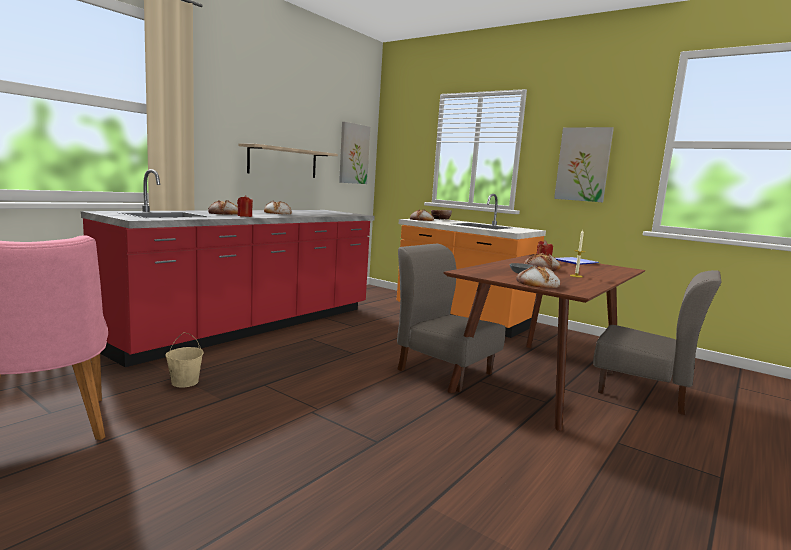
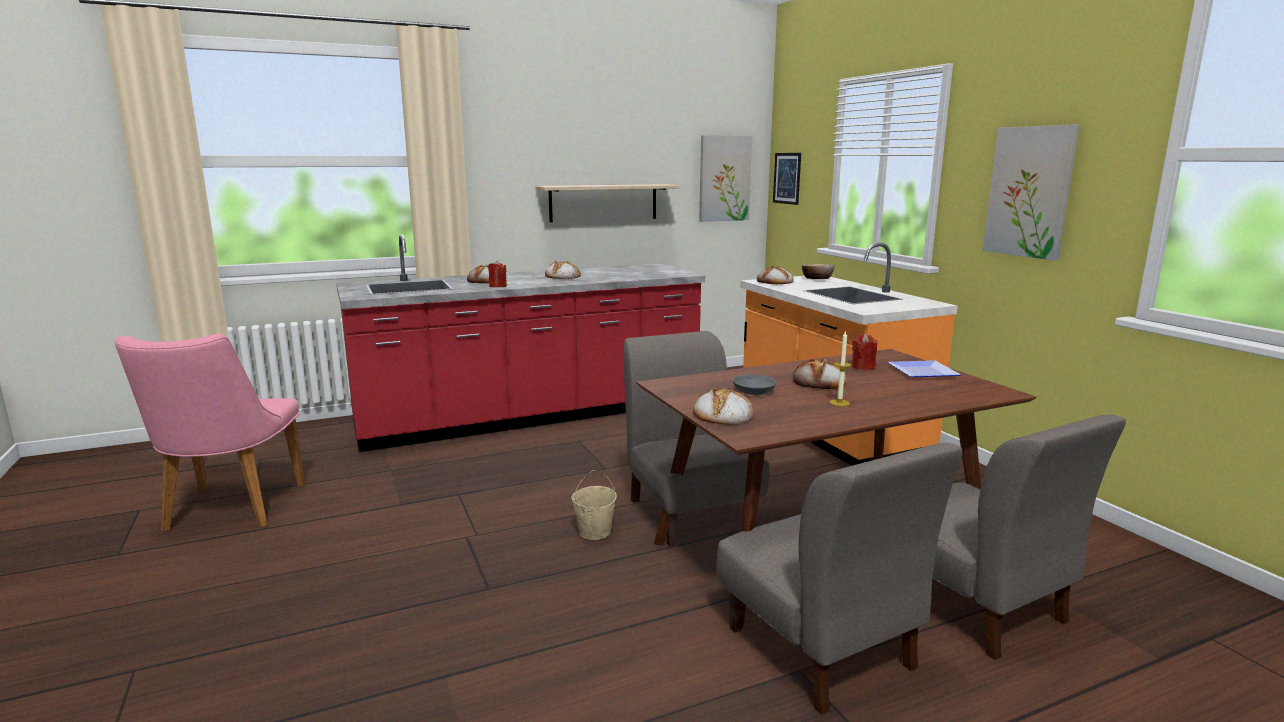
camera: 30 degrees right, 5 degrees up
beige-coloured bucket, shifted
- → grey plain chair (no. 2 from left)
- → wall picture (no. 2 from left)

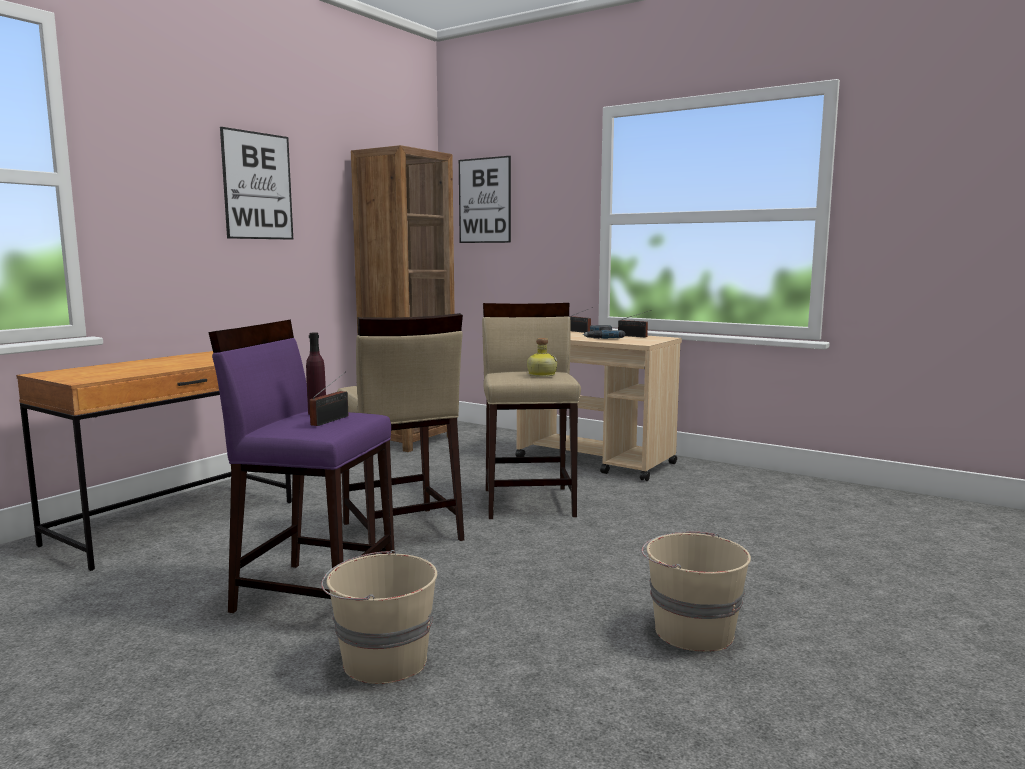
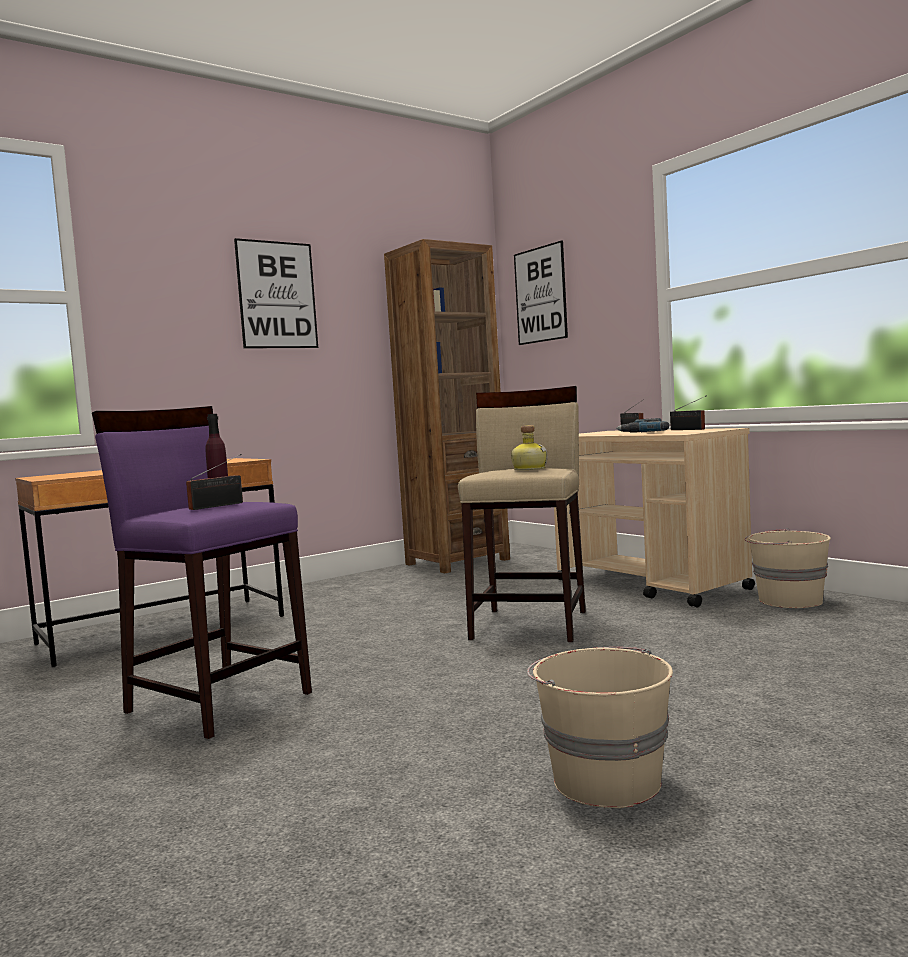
camera: 20 degrees right, 5 degrees down
beige-coloured bucket (no. 1 from left in the first image) → beige-coloured bucket (no. 2 from left), shifted
beige-coloured stool (no. 1 from left) → -

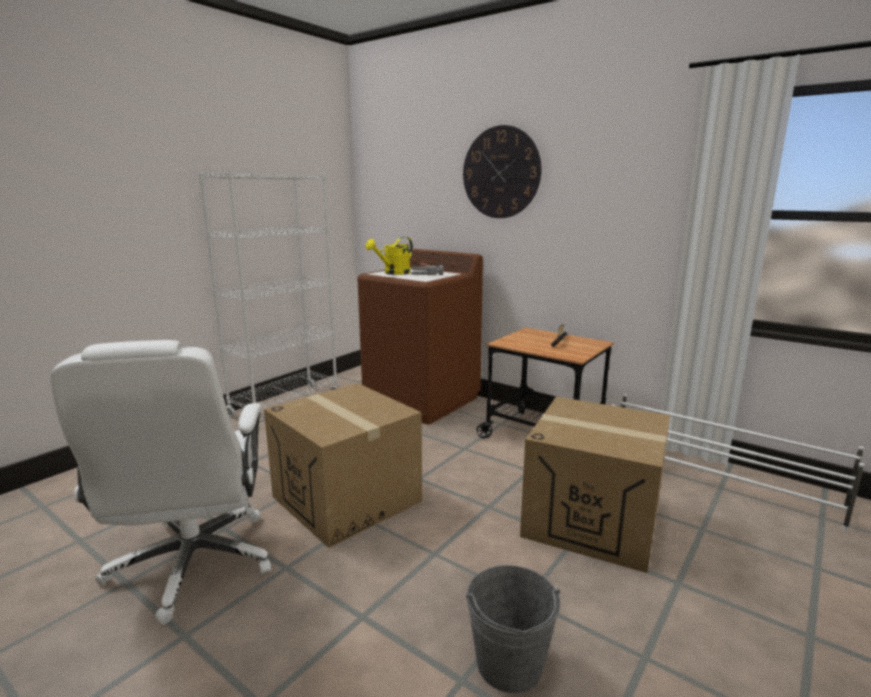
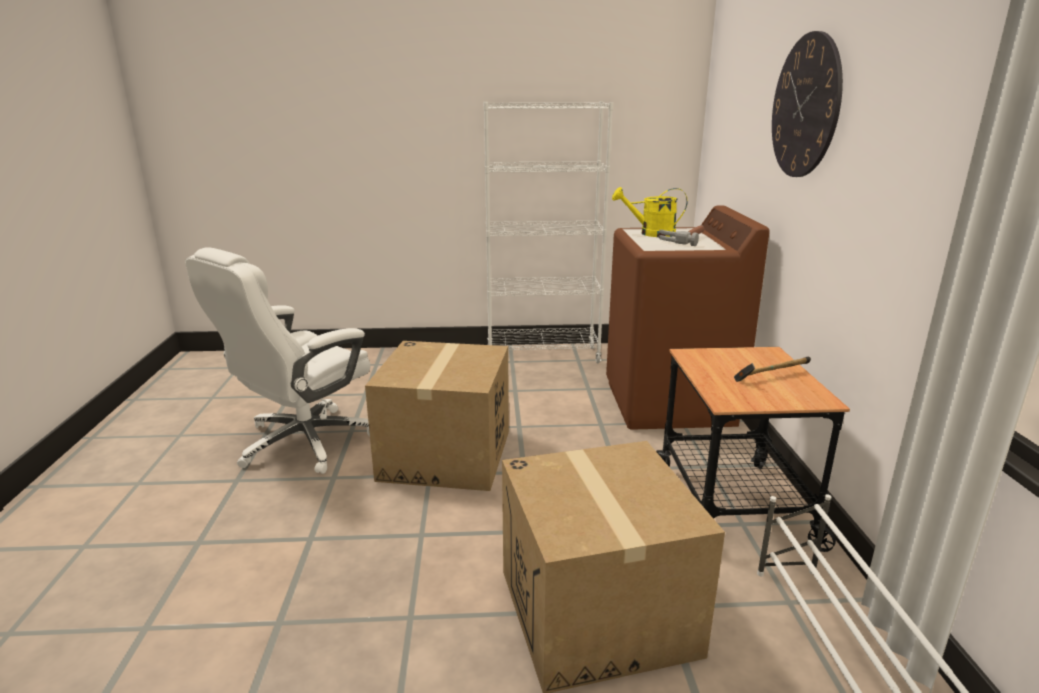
camera: 50 degrees right, 5 degrees up
grey bucket → -

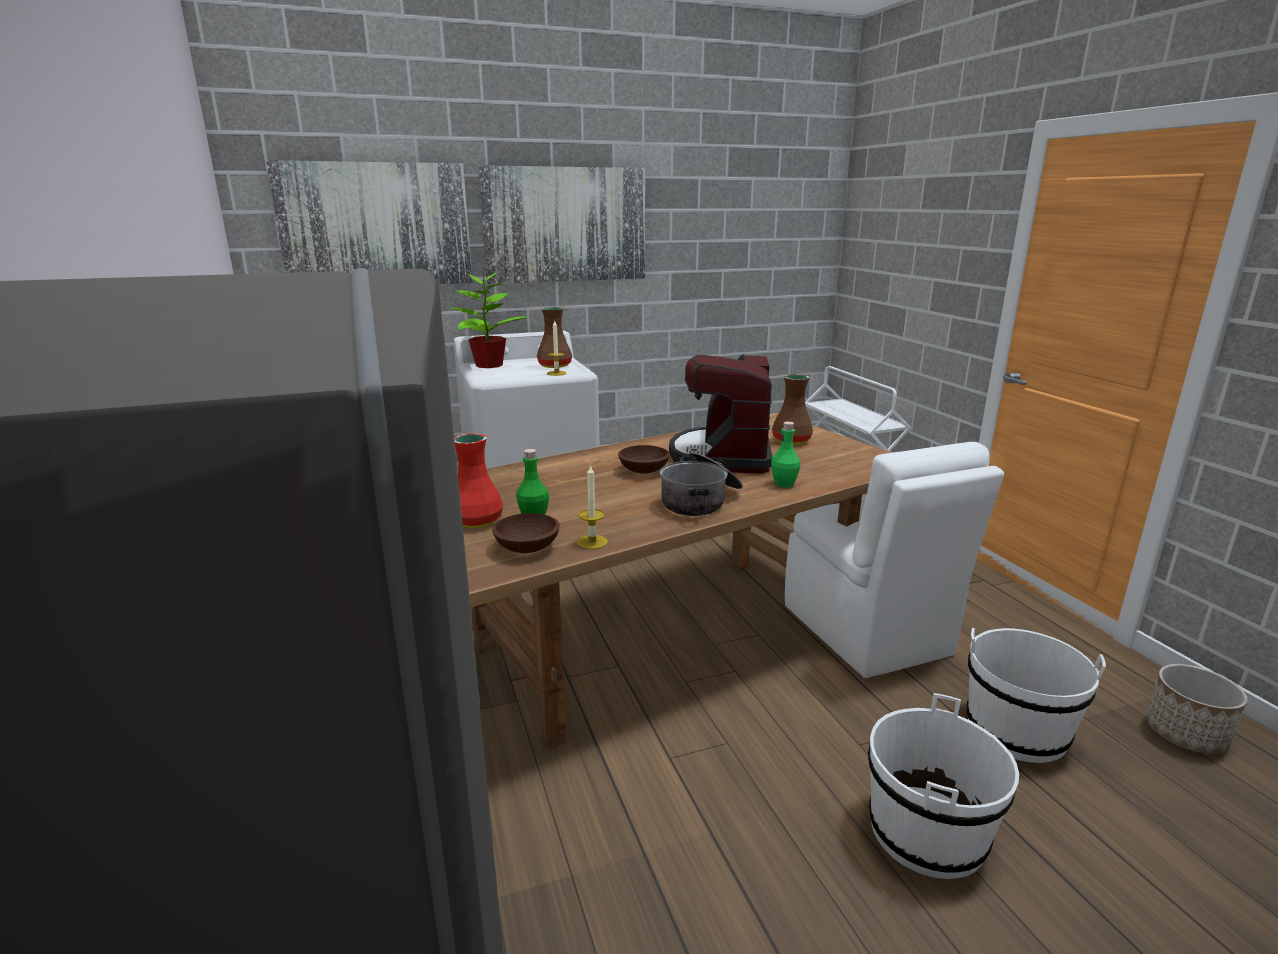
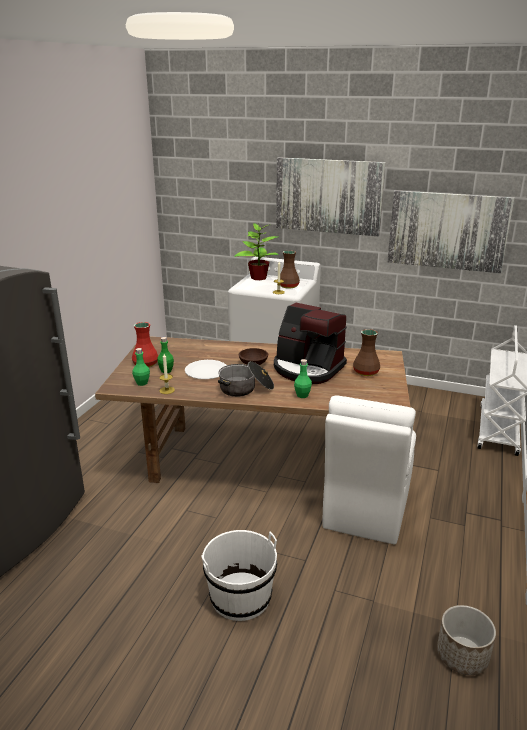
camera: 40 degrees right, 5 degrees up
brown bowl (no. 1 from left) → green beverage bottle (no. 1 from left)
- → white-coloured flat dish
coffee machine, 105 degrees counterclockwise
wall picture (no. 1 from left in the first image) → wall picture (no. 2 from left), shifted
white-coloured bucket (no. 2 from left) → -

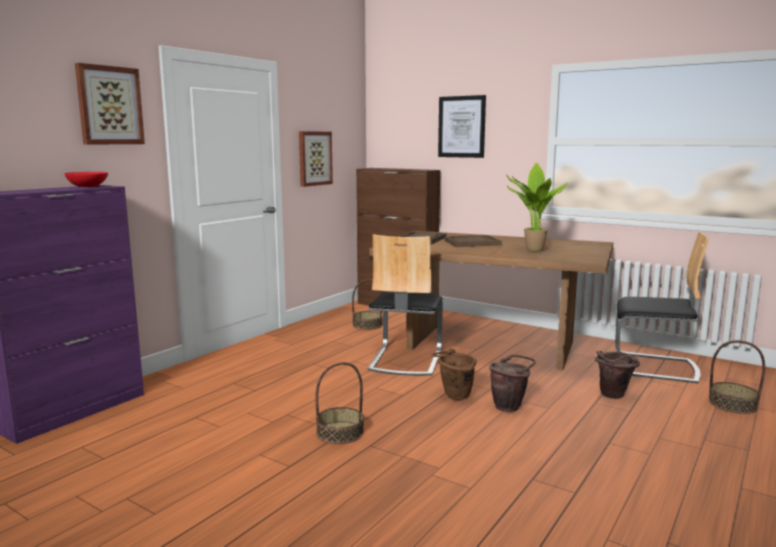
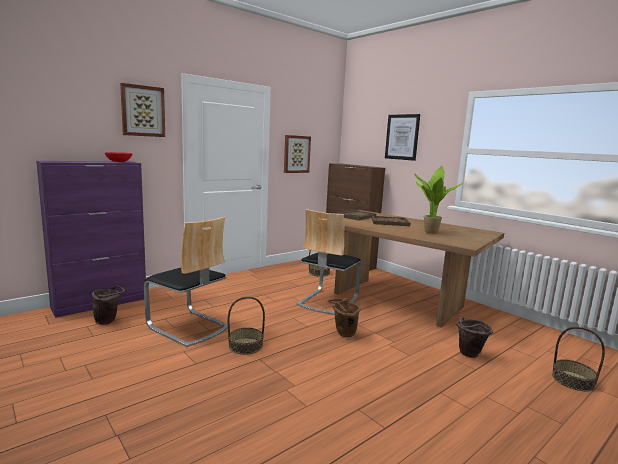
camera: 15 degrees right, 0 degrees up
brown bucket (no. 2 from left in the first image) → brown bucket (no. 1 from left), shifted
plain chair (no. 2 from left in the first image) → plain chair (no. 1 from left), shifted

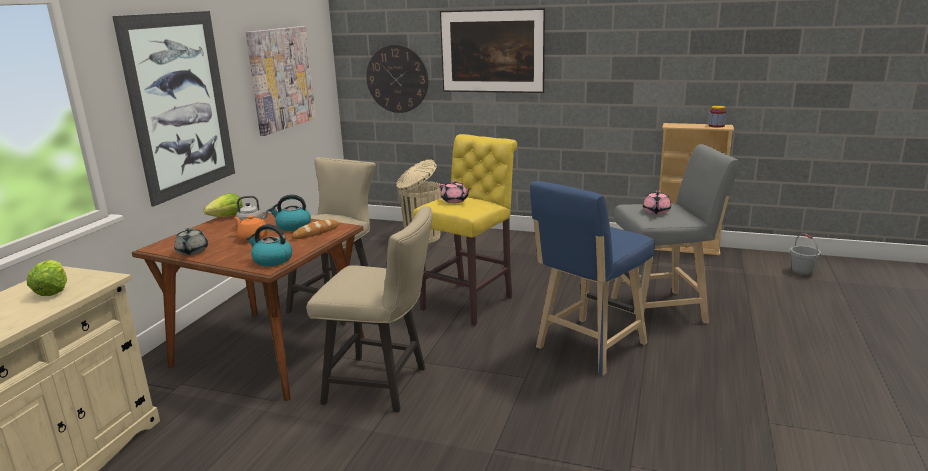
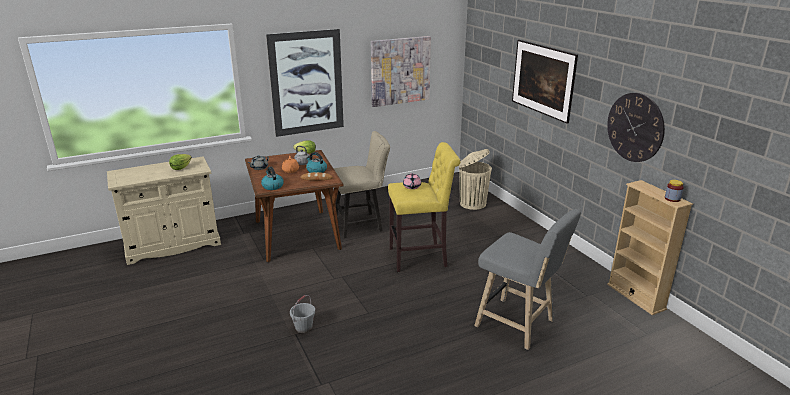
camera: 45 degrees right, 5 degrees up
grey bucket, shifted
wall clock, shifted
beige-coloured plain chair (no. 2 from left) → -
bluish stool → -
pink pot for tea (no. 2 from left) → -

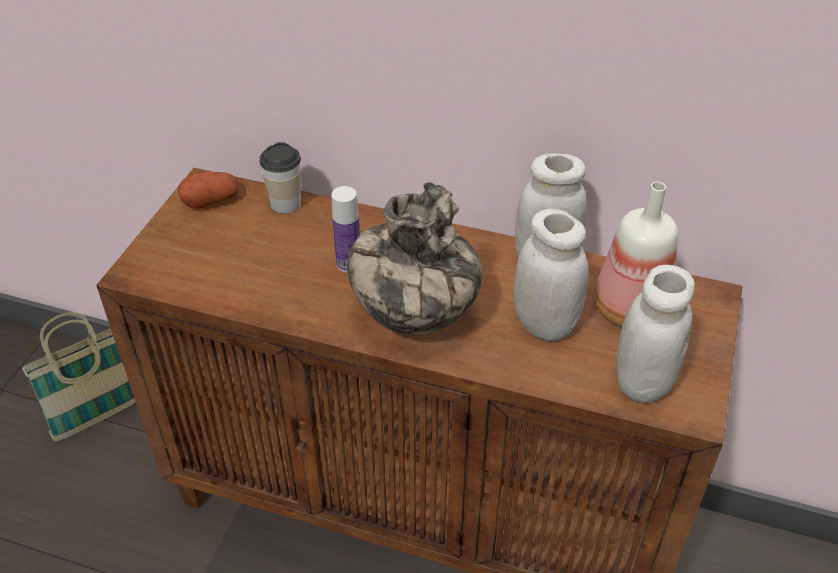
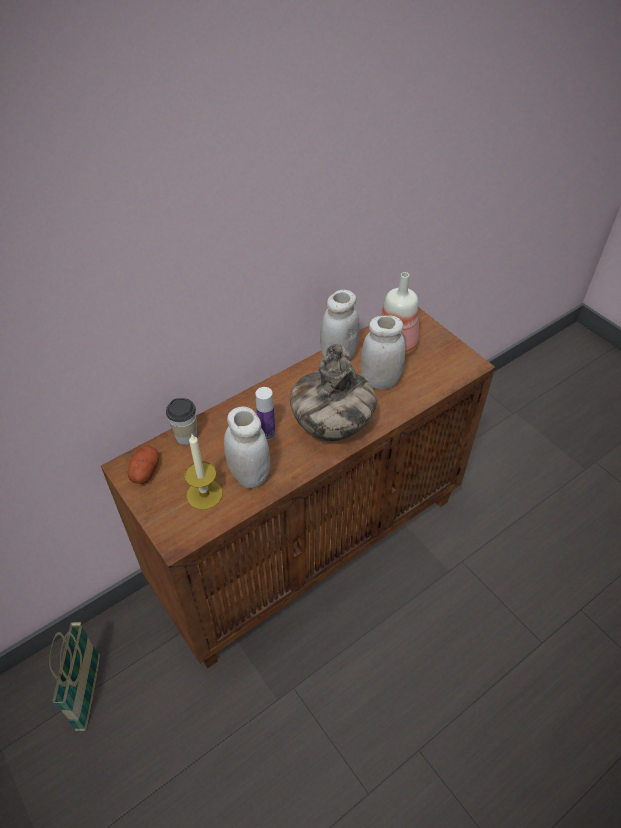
camera: 55 degrees left, 5 degrees up
- → wax candle
white-coloured storage jar (no. 3 from left in the first image) → white-coloured storage jar (no. 1 from left), shifted

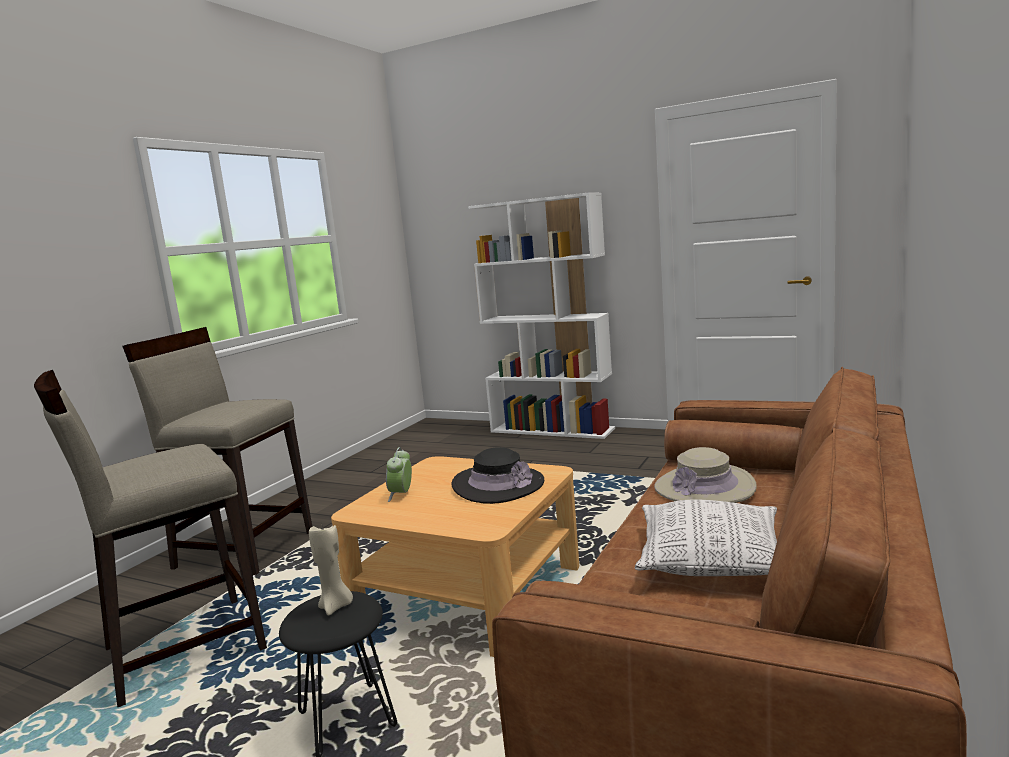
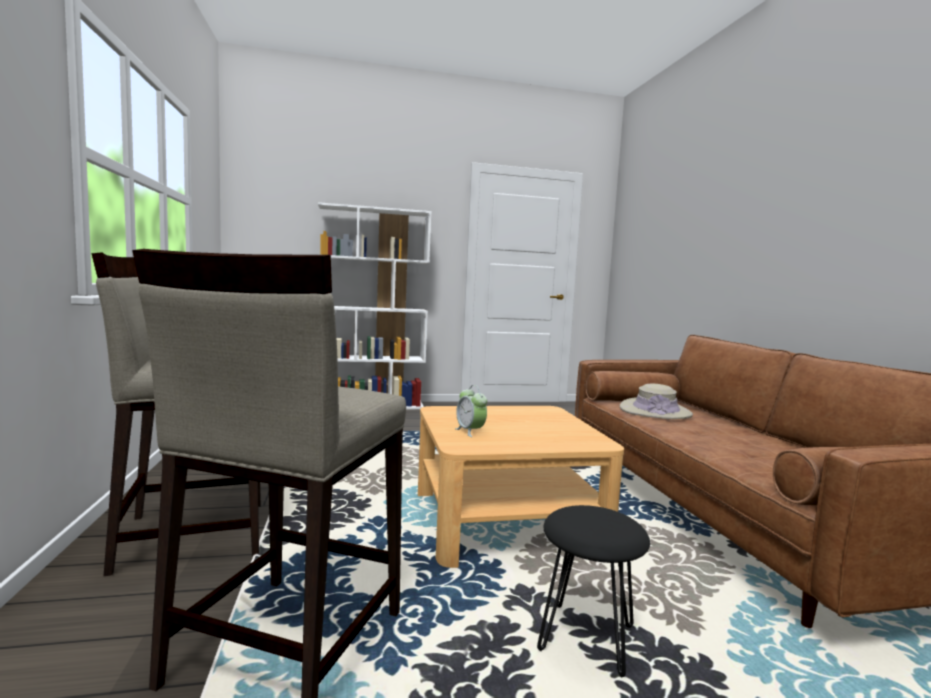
camera: 40 degrees left, 5 degrees down
beige-coloured wax candle → -
blackish hat → -
pillow → -

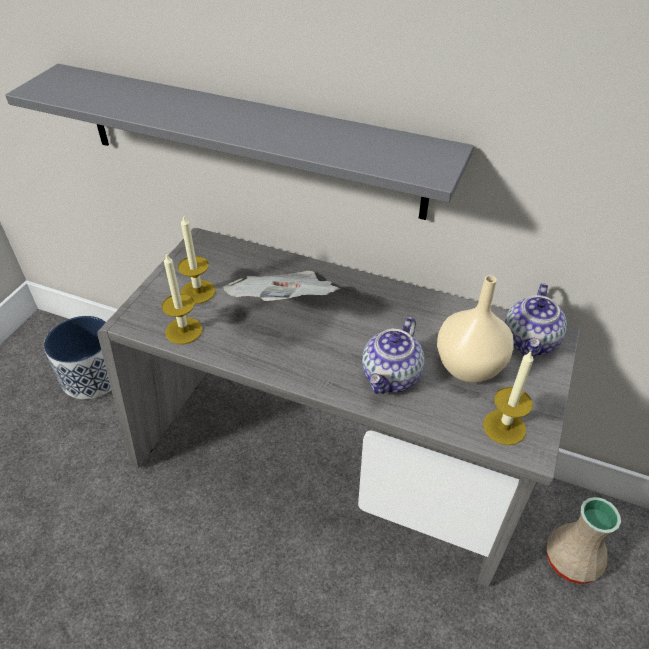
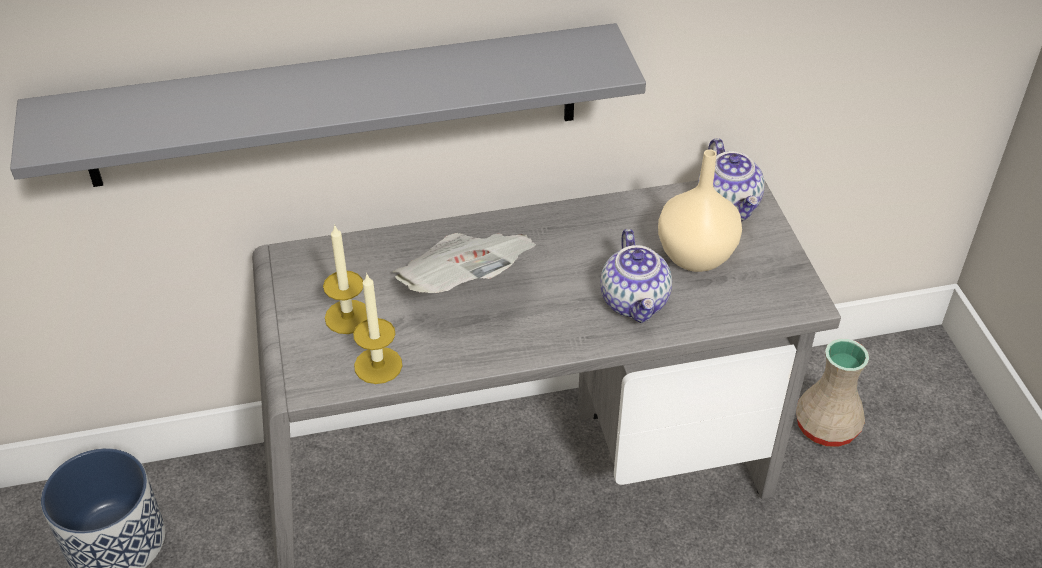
camera: 35 degrees left, 0 degrees up
wax candle (no. 3 from left) → -

